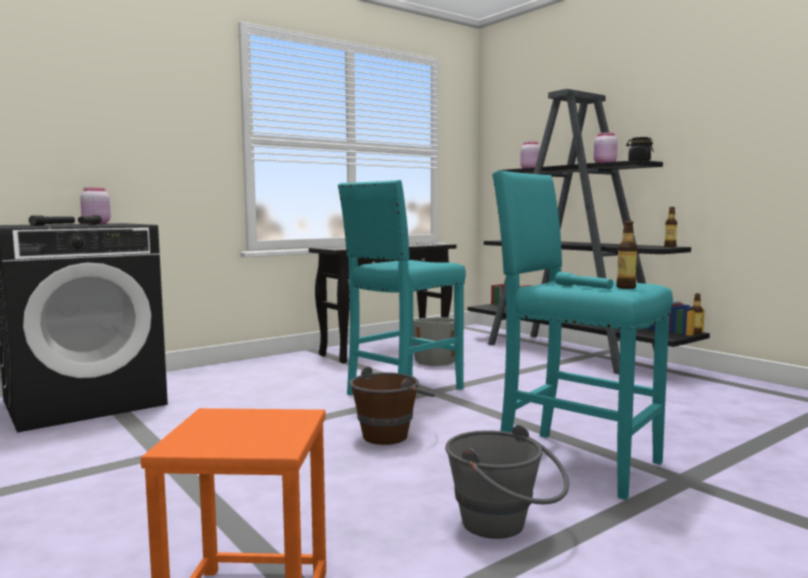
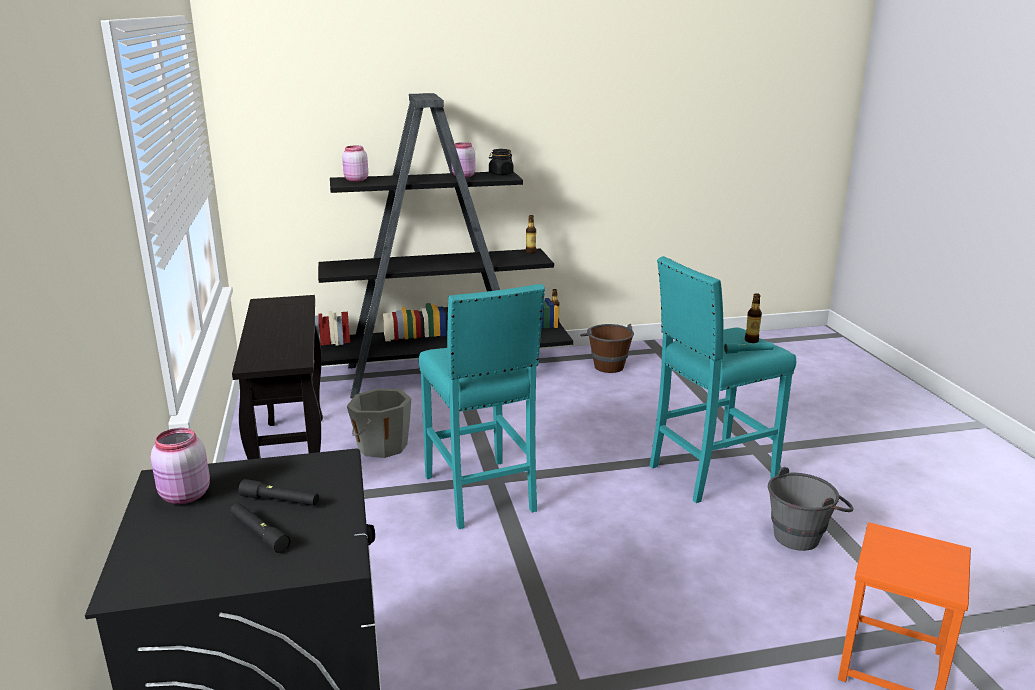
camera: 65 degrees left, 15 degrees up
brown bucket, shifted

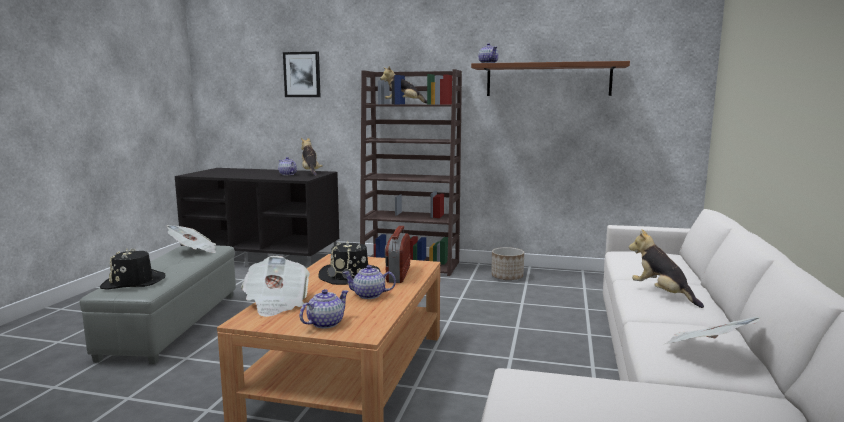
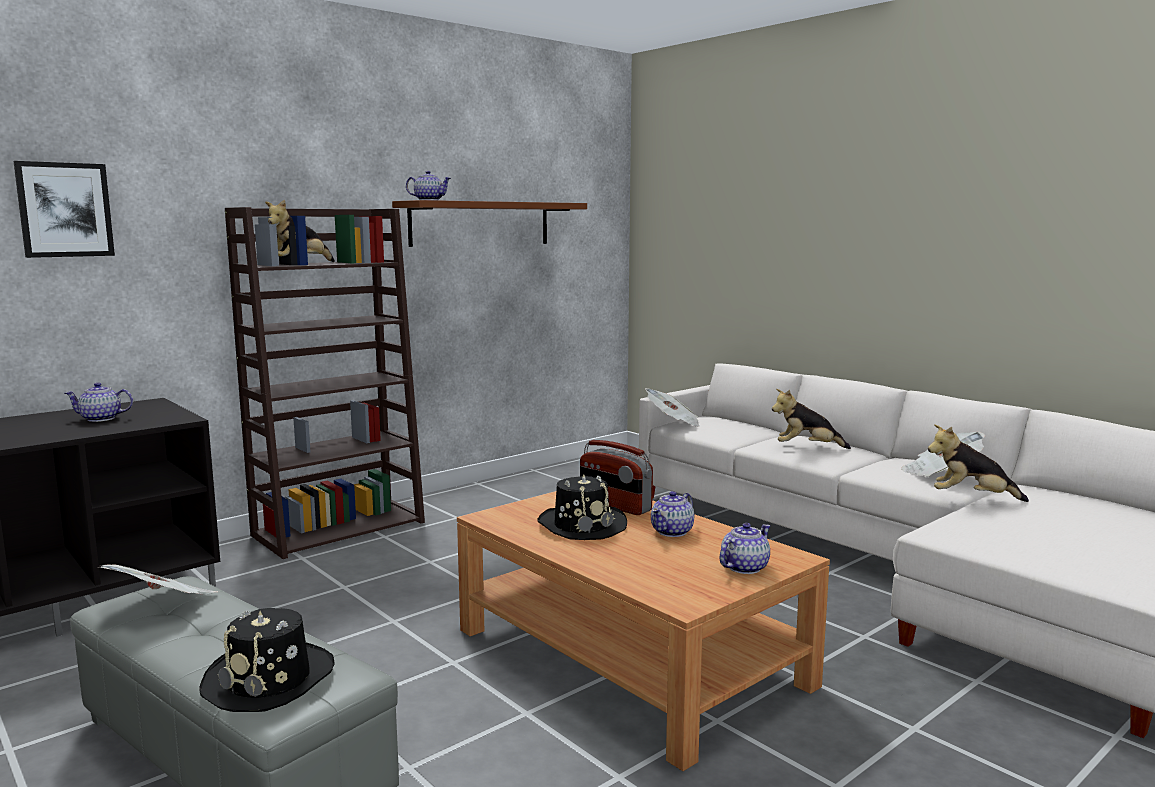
camera: 55 degrees left, 0 degrees up
printed paper (no. 2 from left), shifted
pot for tea (no. 2 from left in the first image) → pot for tea (no. 4 from left), 60 degrees clockwise
soft toy (no. 1 from left in the first image) → soft toy (no. 3 from left), shifted
plant pot → -

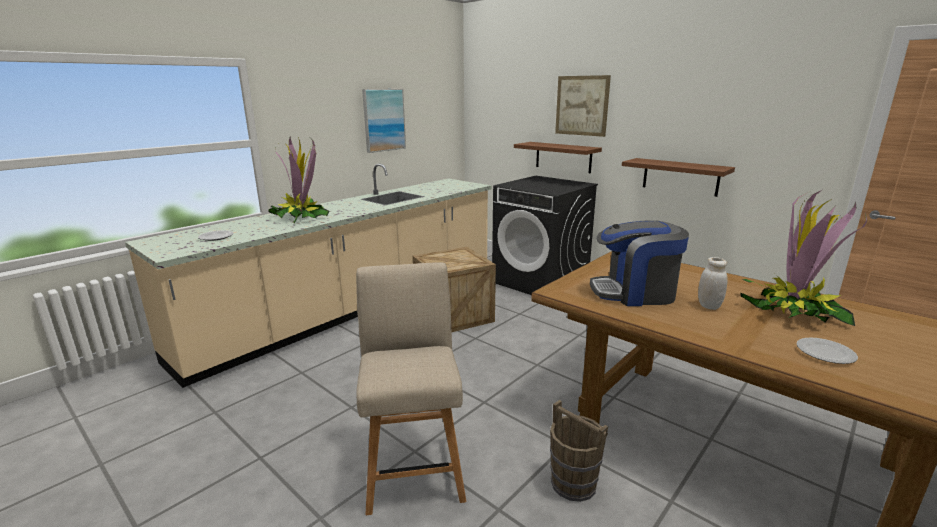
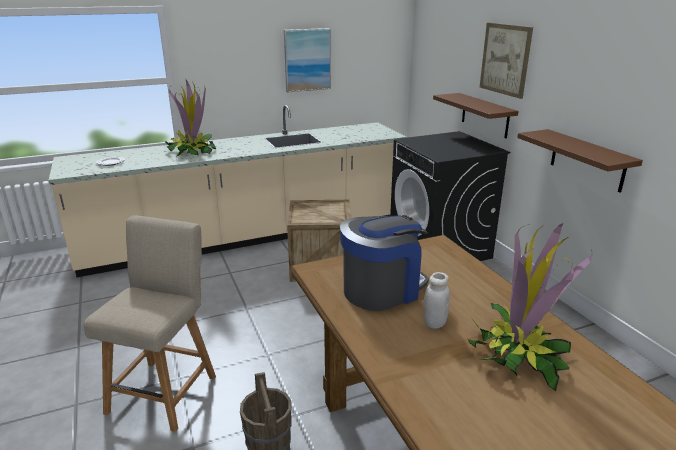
camera: 25 degrees right, 5 degrees up
coffee machine, 120 degrees clockwise
flat dish (no. 2 from left) → -

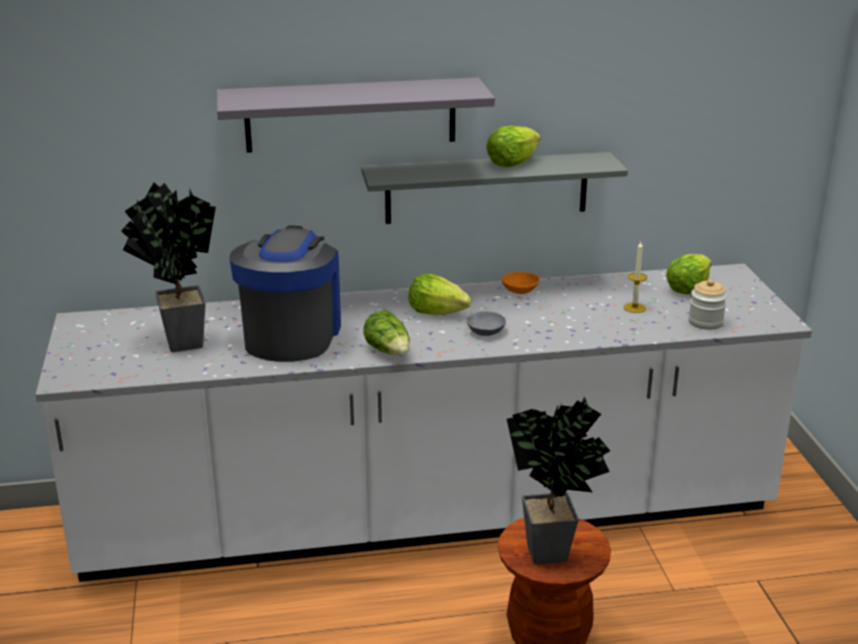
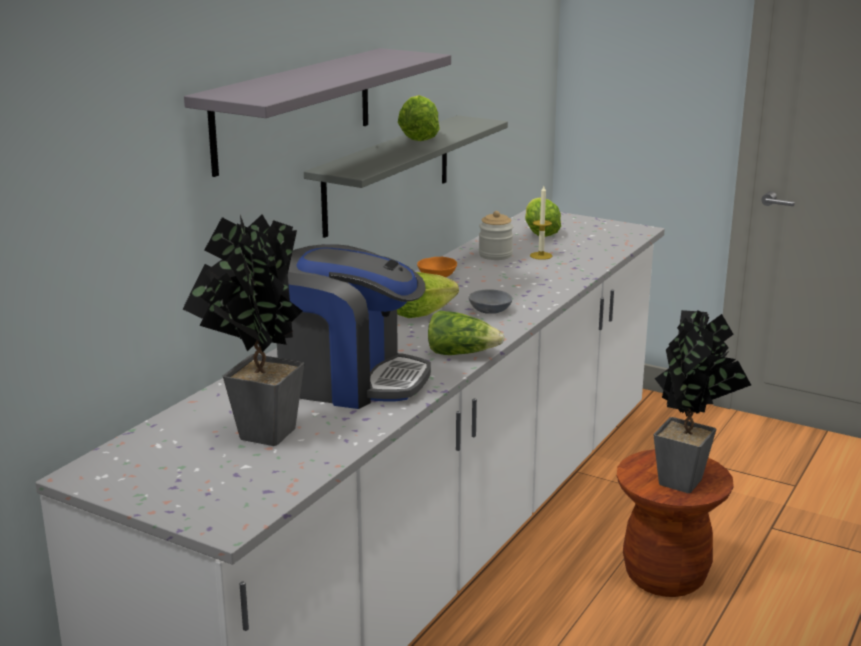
camera: 50 degrees left, 5 degrees down
coffee machine, 150 degrees clockwise
storage jar, shifted

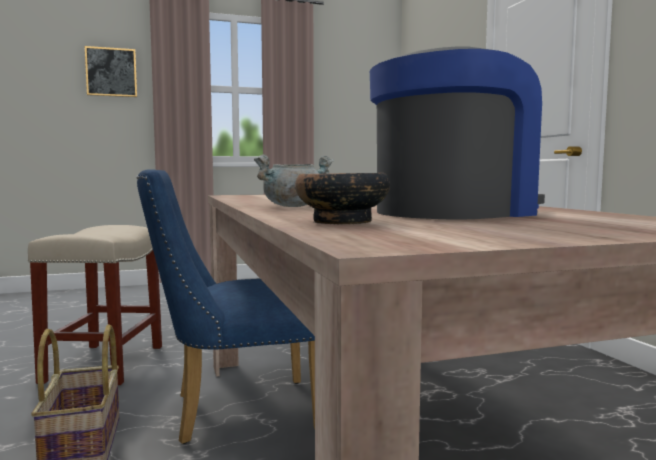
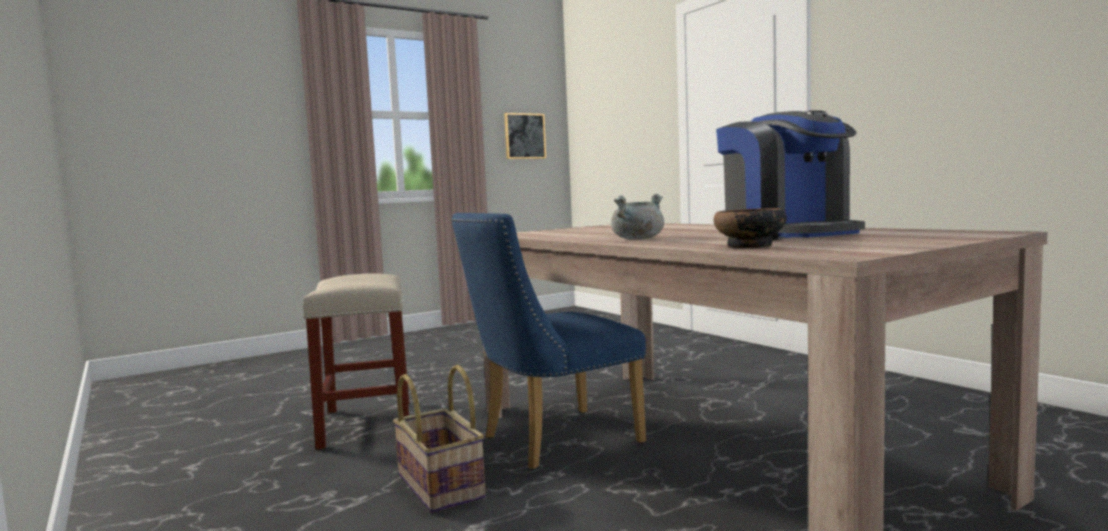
camera: 15 degrees left, 0 degrees up
wall picture, shifted
coffee machine, 120 degrees clockwise

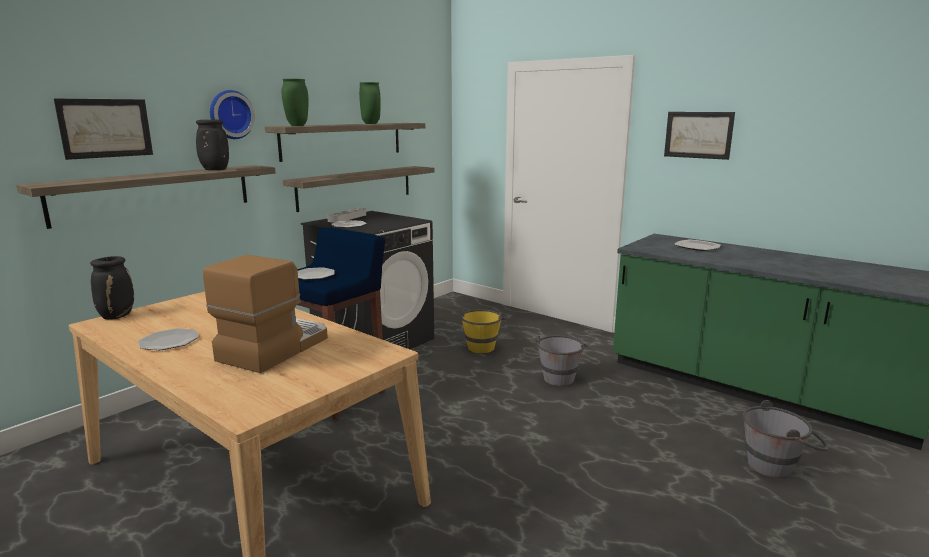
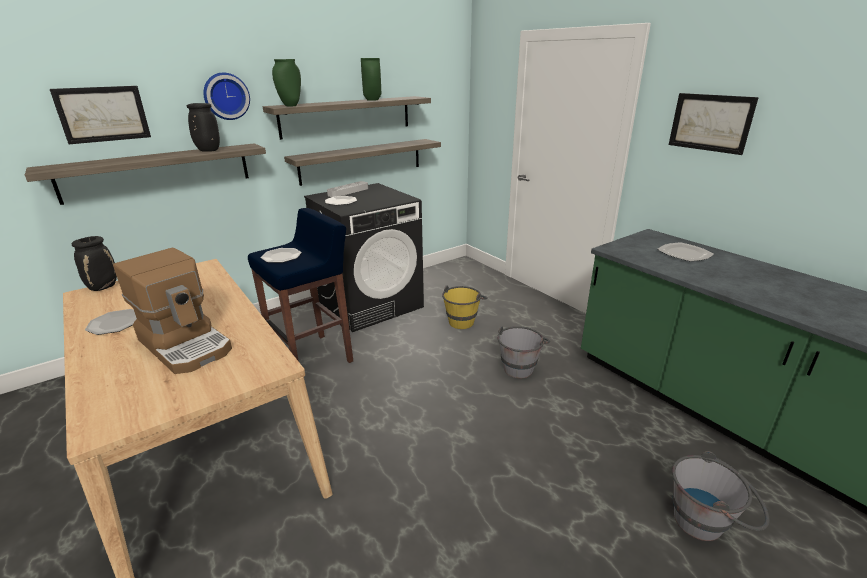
camera: 15 degrees right, 10 degrees up
coffee machine, 90 degrees clockwise

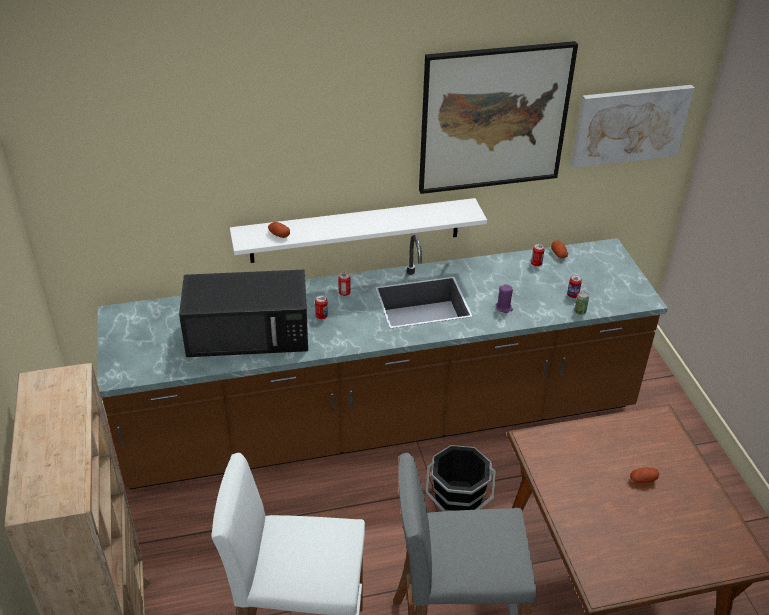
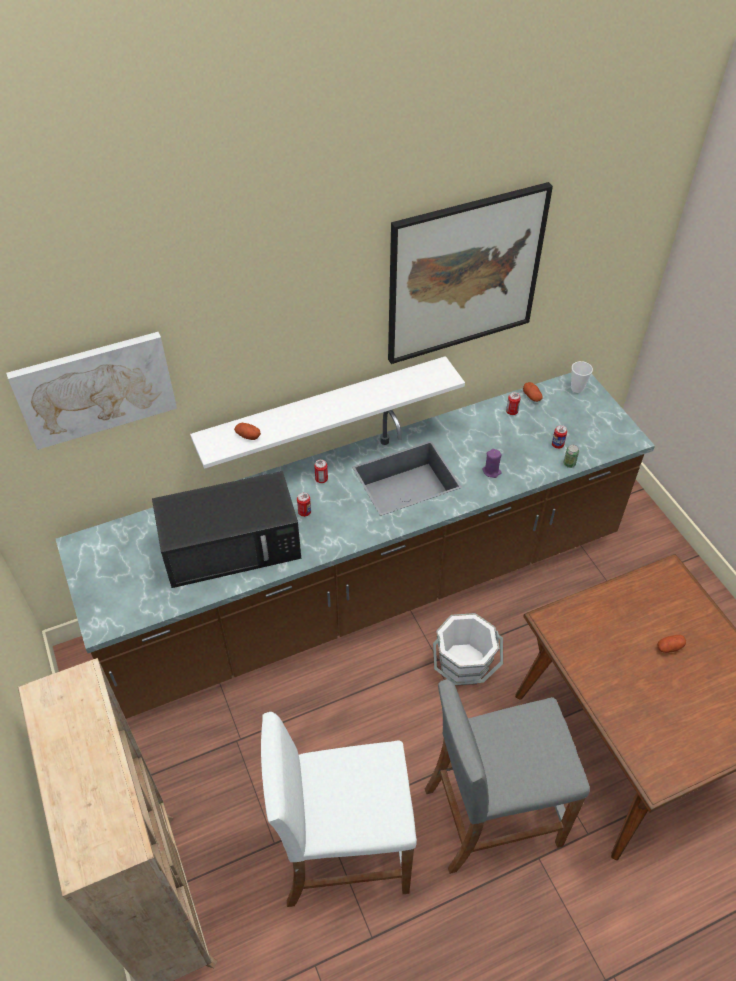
camera: 10 degrees left, 10 degrees up
wall picture (no. 2 from left in the first image) → wall picture (no. 1 from left), shifted
blackish bucket → white-coloured bucket
- → drinking cup

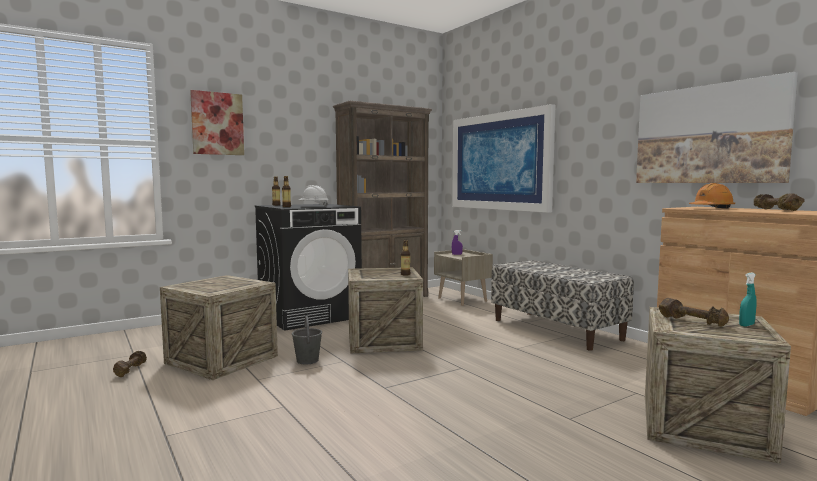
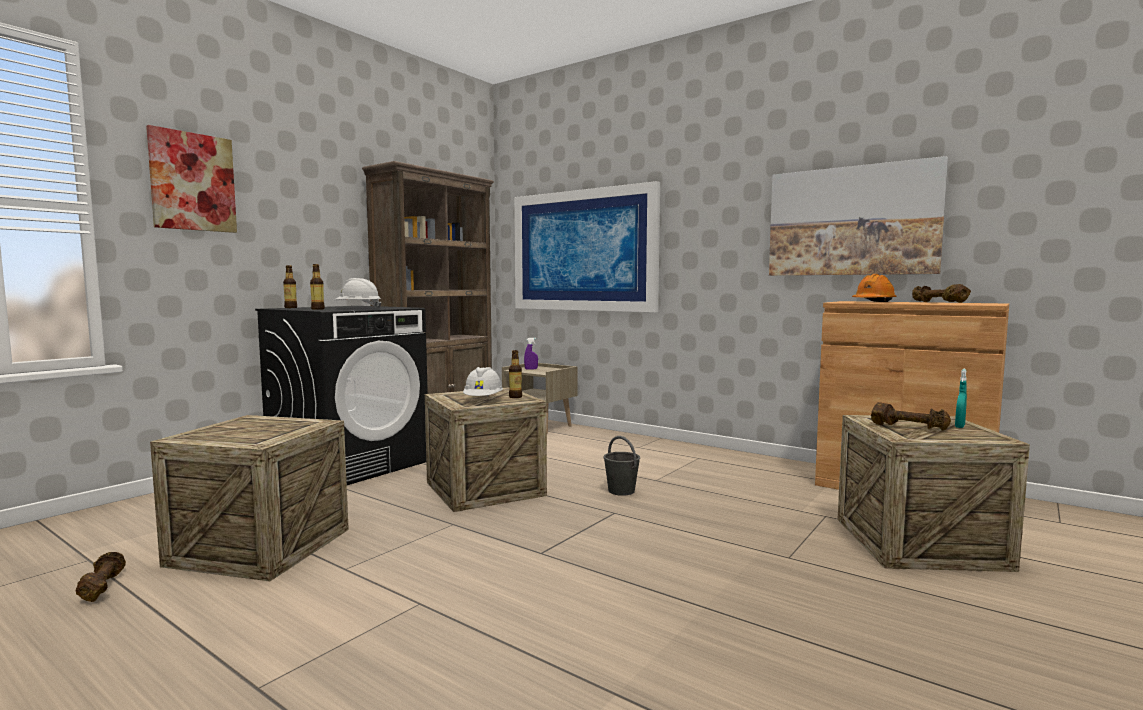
camera: 20 degrees left, 0 degrees up
- → white-coloured safety helmet (no. 2 from left)
grey bucket, shifted
bench → -

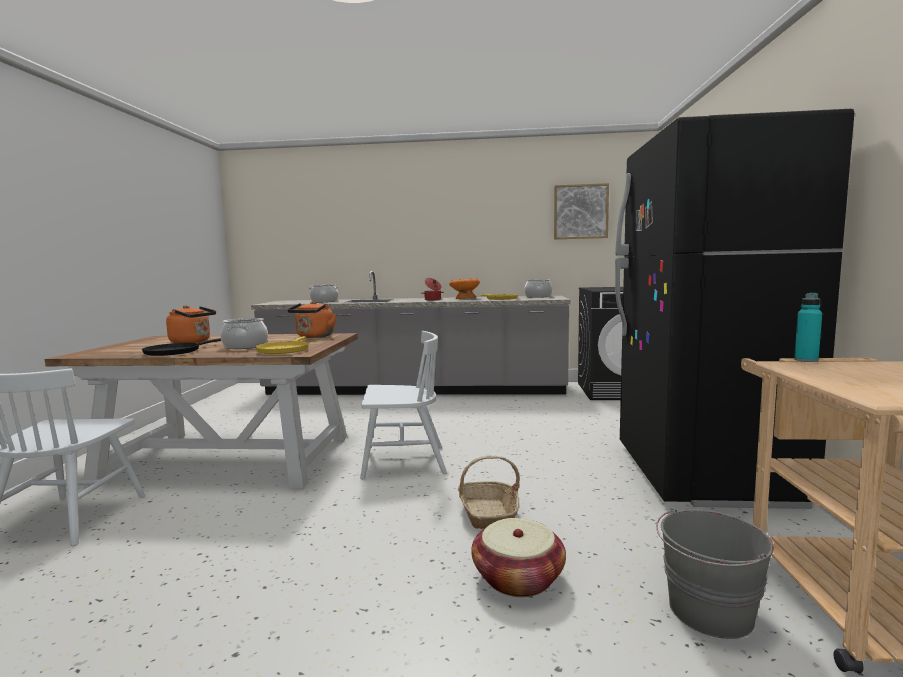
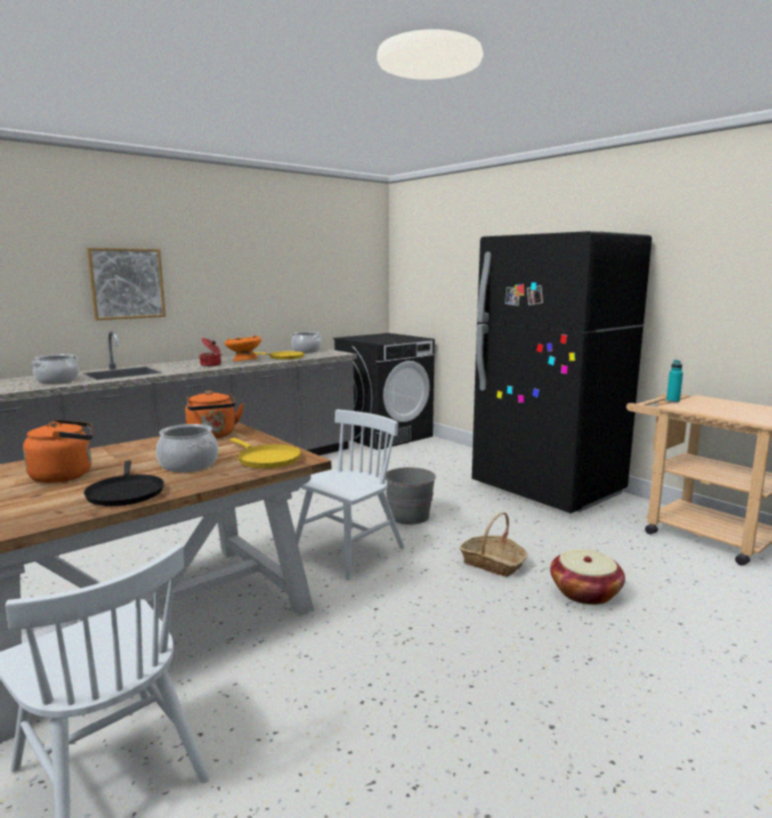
camera: 45 degrees left, 5 degrees up
wall picture, shifted
grey bucket, shifted

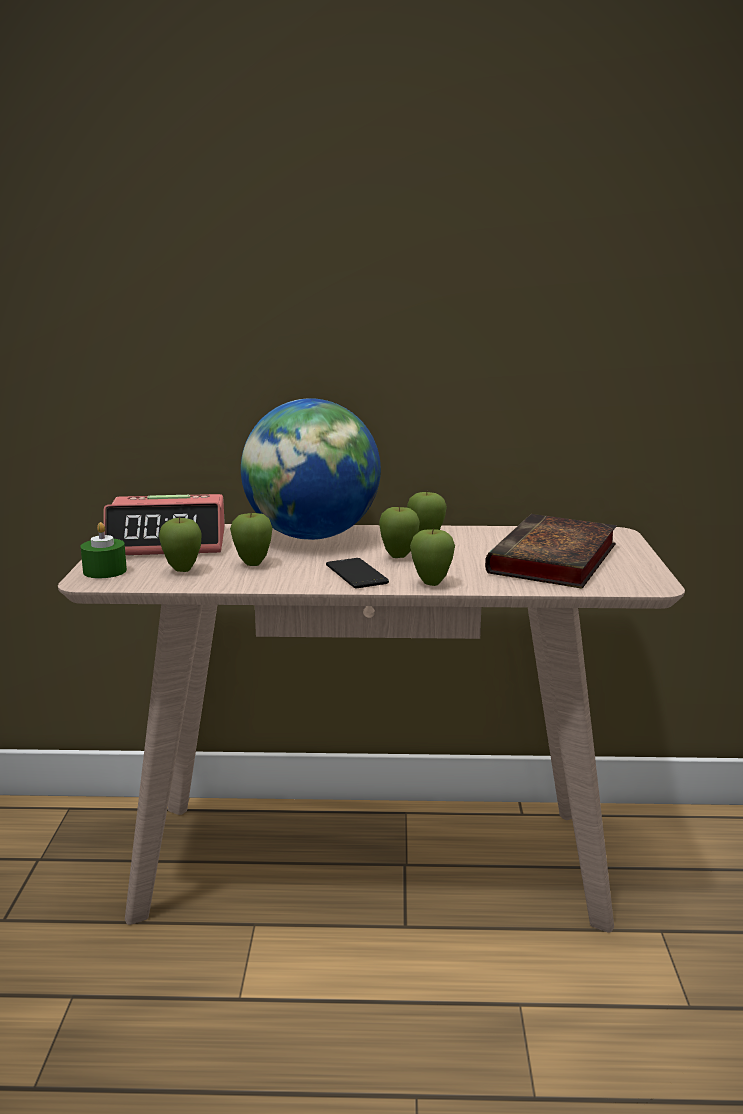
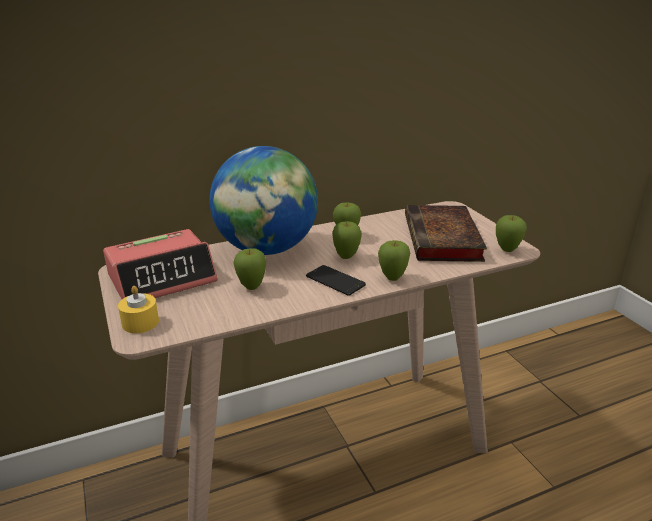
camera: 25 degrees left, 10 degrees up
green wax candle → yellow wax candle
apple fruit (no. 1 from left in the first image) → apple fruit (no. 5 from left), shifted

